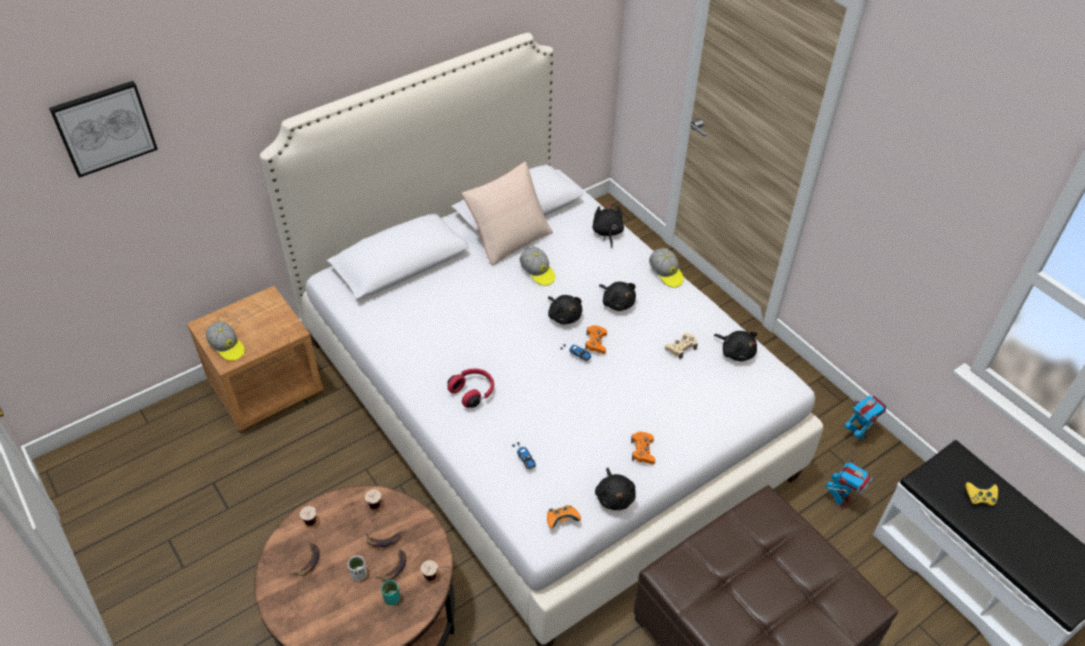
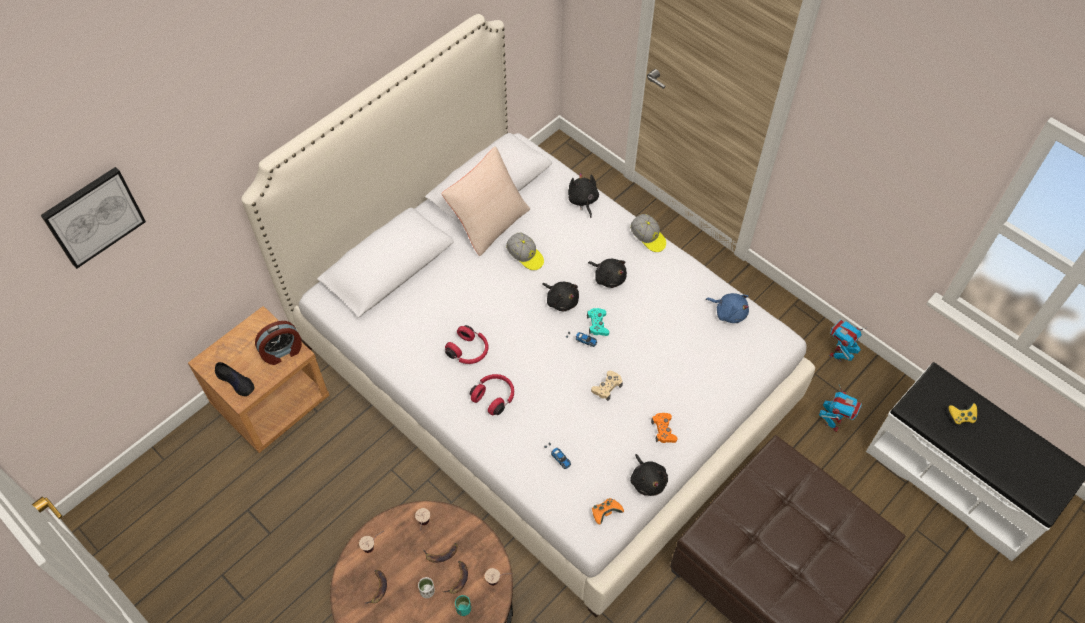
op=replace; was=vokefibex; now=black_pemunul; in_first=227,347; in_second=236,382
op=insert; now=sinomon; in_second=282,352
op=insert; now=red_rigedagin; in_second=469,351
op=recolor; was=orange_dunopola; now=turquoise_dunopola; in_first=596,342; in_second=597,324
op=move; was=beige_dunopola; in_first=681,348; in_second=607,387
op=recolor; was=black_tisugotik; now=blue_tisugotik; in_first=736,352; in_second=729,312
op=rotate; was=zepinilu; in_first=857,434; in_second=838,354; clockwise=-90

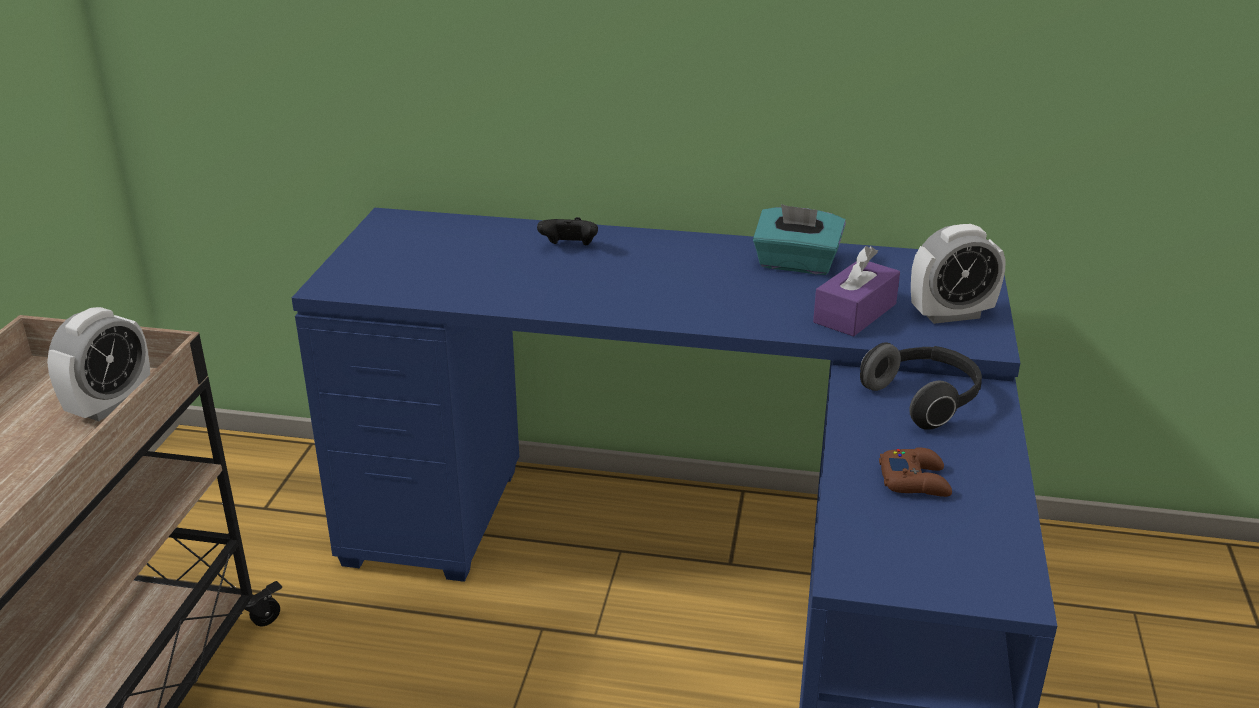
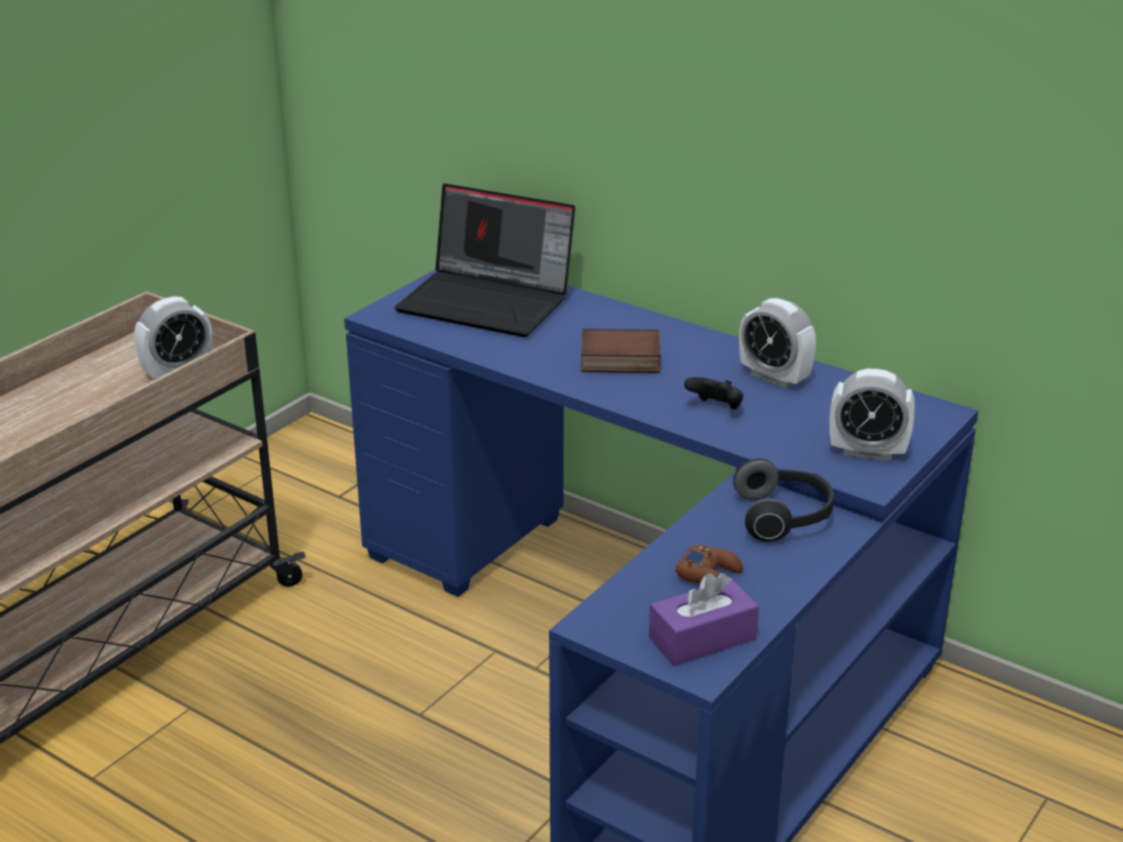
op=insert; now=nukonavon; in_second=489,302
op=insert; now=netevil; in_second=619,360
op=move; was=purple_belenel; in_first=855,313; in_second=702,638
op=move; was=black_dunopola; in_first=569,248; in_second=715,408
op=replace; was=turquoise_belenel; now=sinomon; in_first=796,264; in_second=774,377

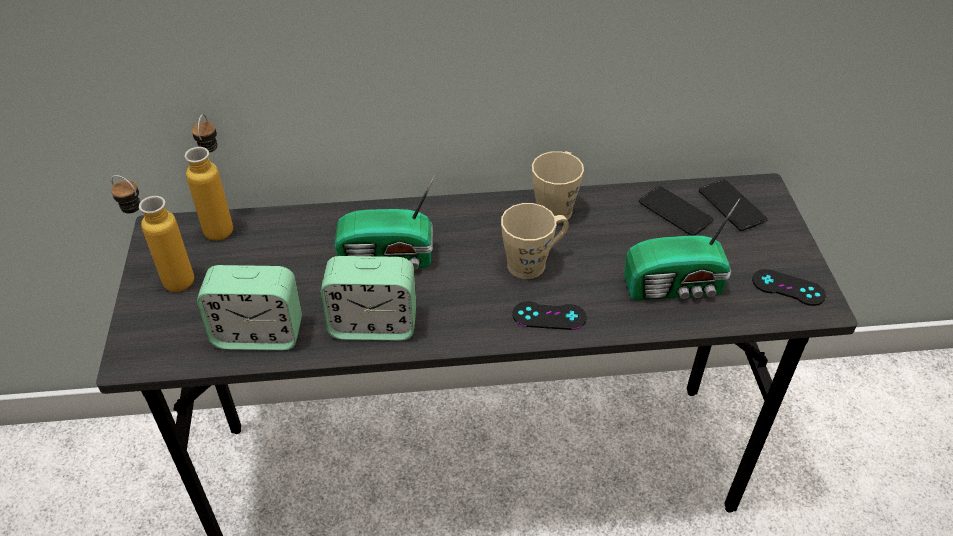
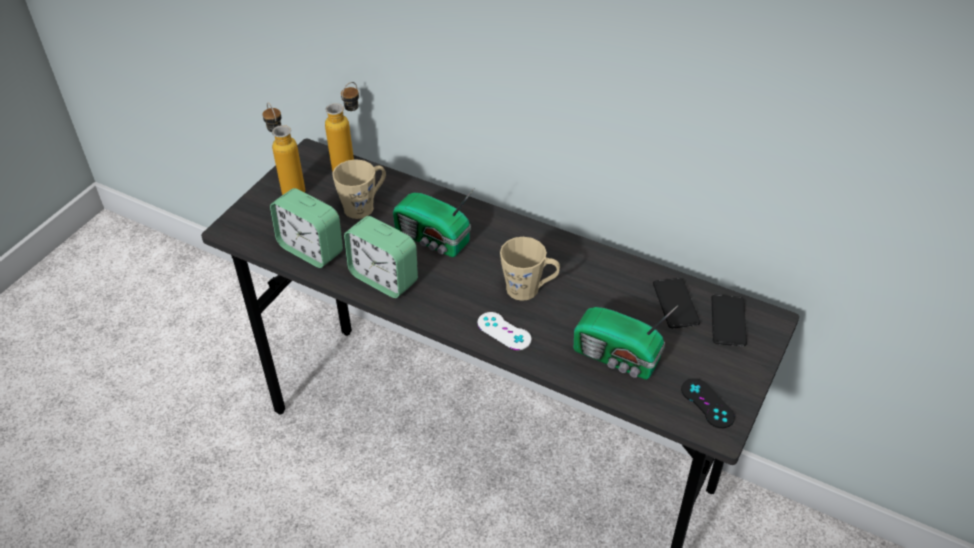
op=move; was=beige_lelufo; in_first=556,206; in_second=364,206
op=recolor; was=black_dunopola; now=white_dunopola; in_first=549,316; in_second=504,331

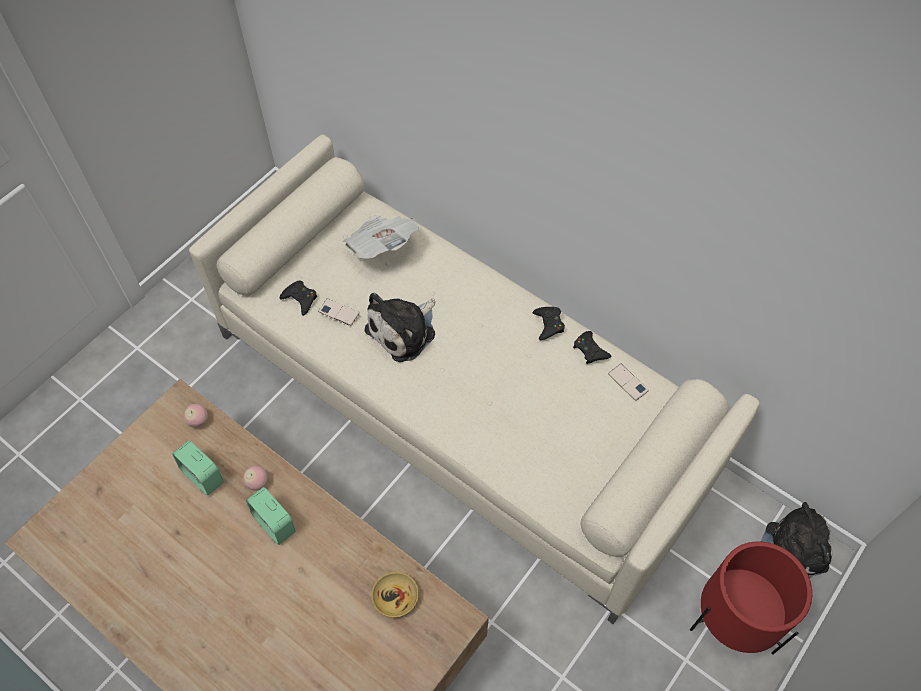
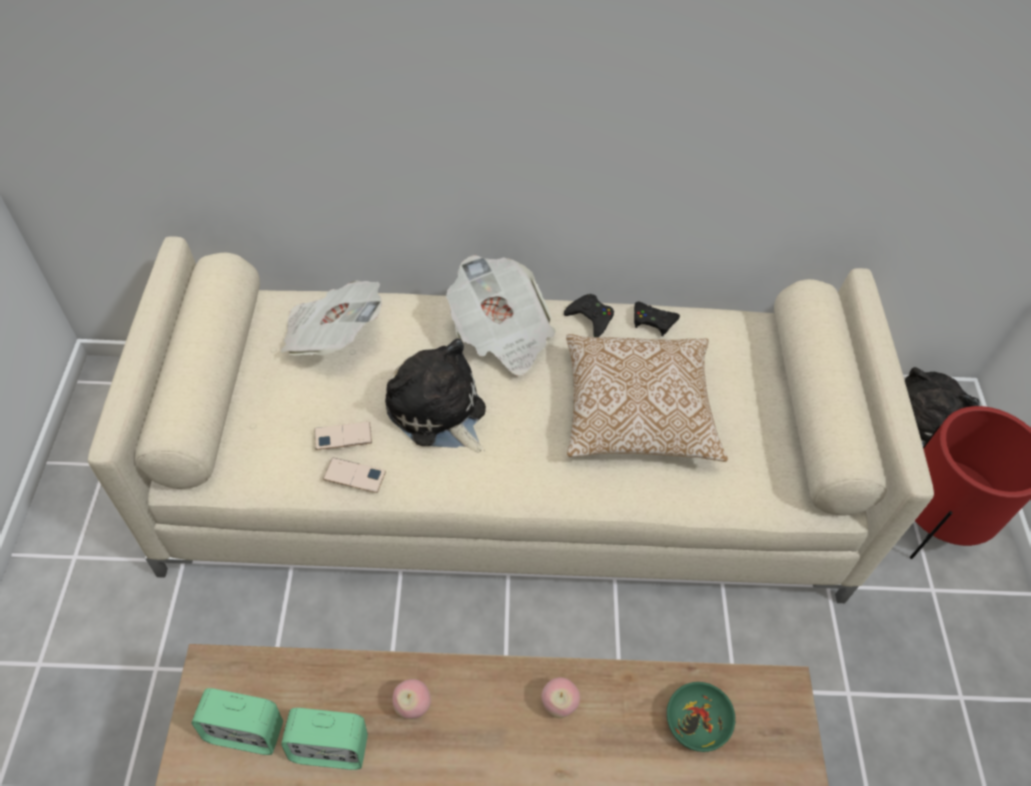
op=move; was=sinomon; in_first=274,523; in_second=245,732
op=move; was=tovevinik; in_first=628,382; in_second=354,475
op=rotate; was=tisugotik; in_first=404,330; in_second=438,413; clockwise=135
op=insert; now=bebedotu; in_second=501,334
op=move; was=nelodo; in_first=198,421; in_second=558,704
op=insert; now=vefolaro; in_second=637,413
op=recolor; was=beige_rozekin; now=green_rozekin; in_first=395,599; in_second=697,722
op=delete; was=black_dunopola; in_first=300,299

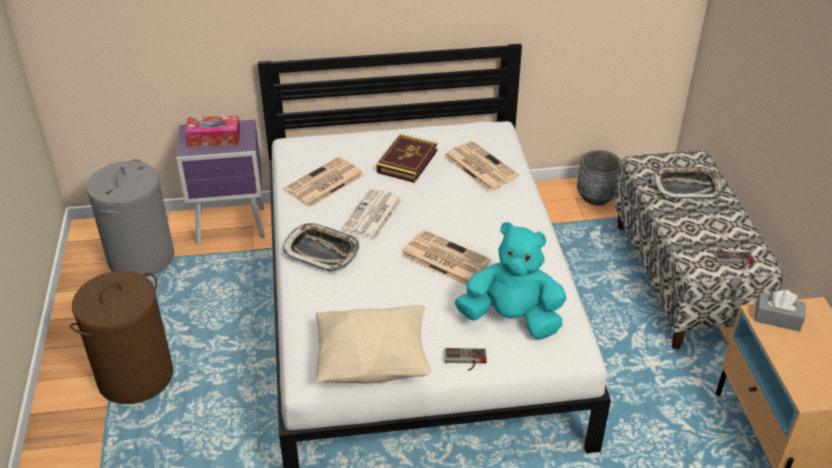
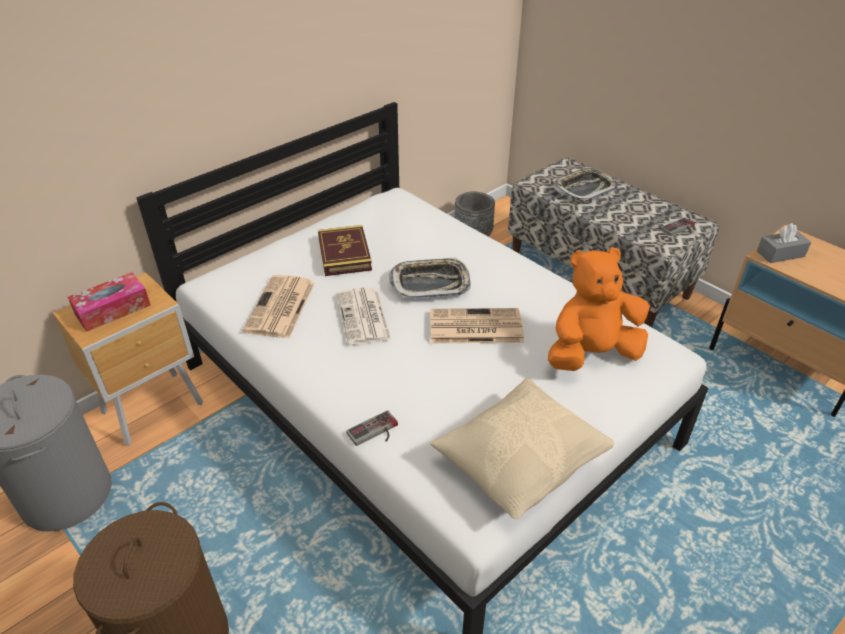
op=recolor; was=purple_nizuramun; now=brown_nizuramun; in_first=232,227; in_second=155,408
op=move; was=dunopola; in_first=465,360; in_second=375,433
op=move; was=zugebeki; in_first=322,251; in_second=430,283
op=recolor; was=turquoise_tisugotik; now=orange_tisugotik; in_first=511,319; in_second=591,354
op=delete; was=bebedotu; in_first=479,166

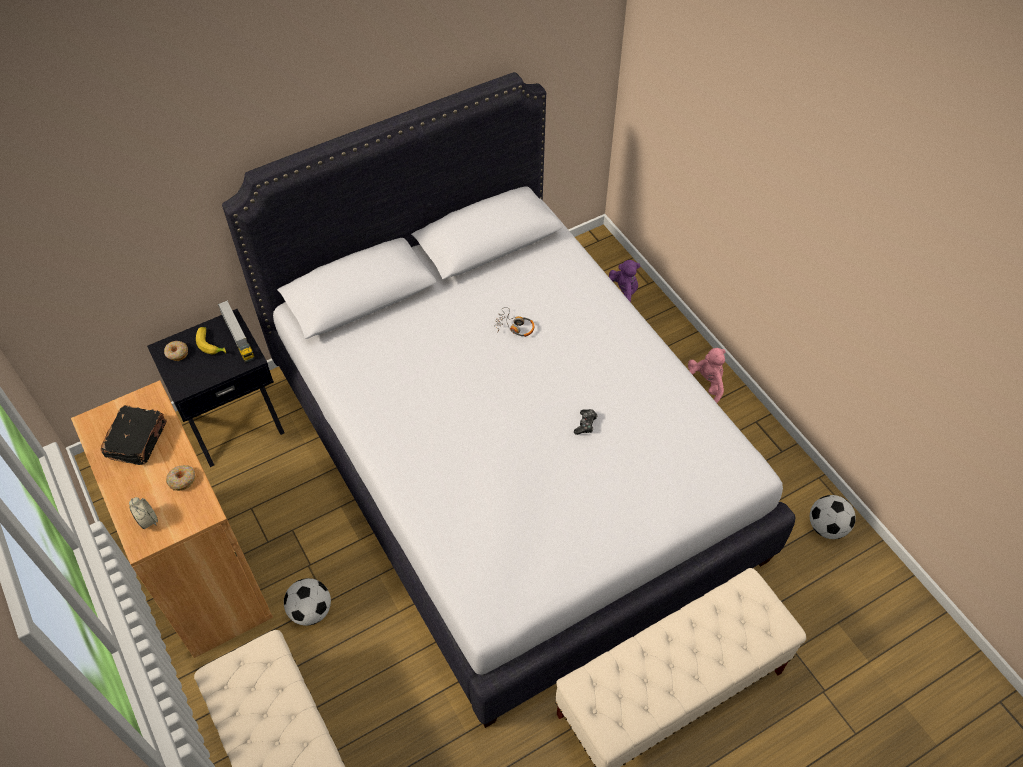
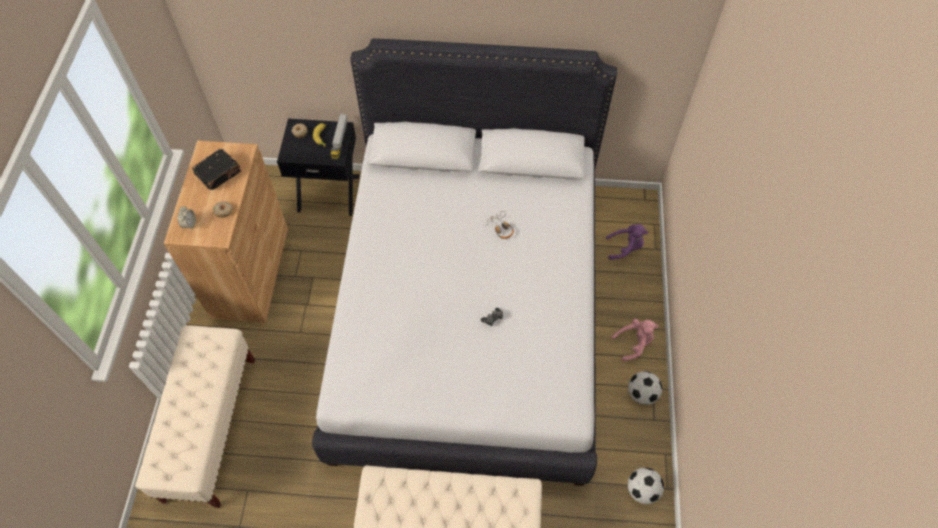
op=move; was=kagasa; in_first=310,611; in_second=641,394

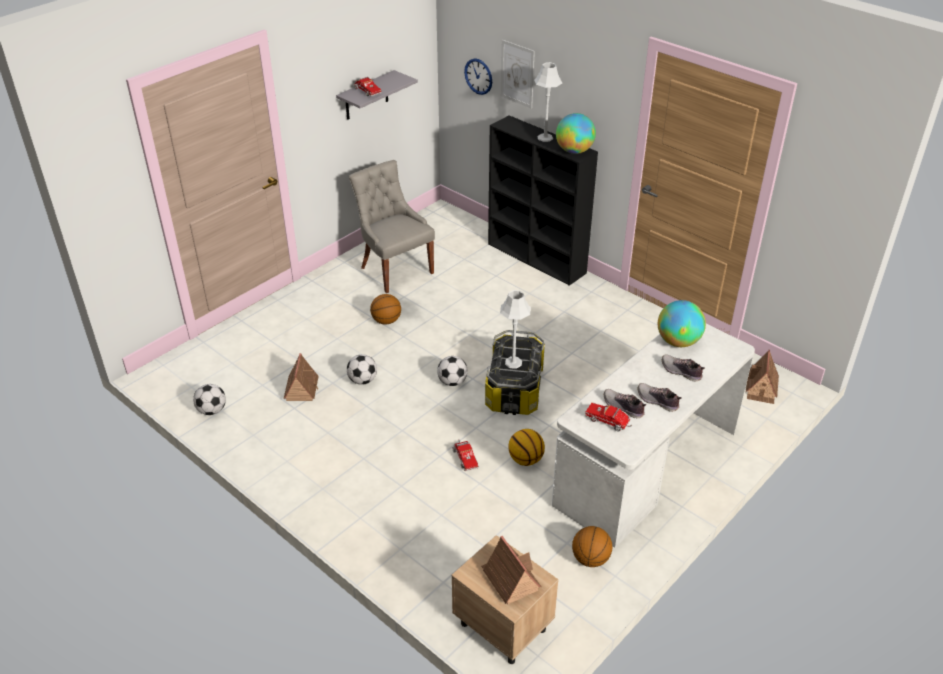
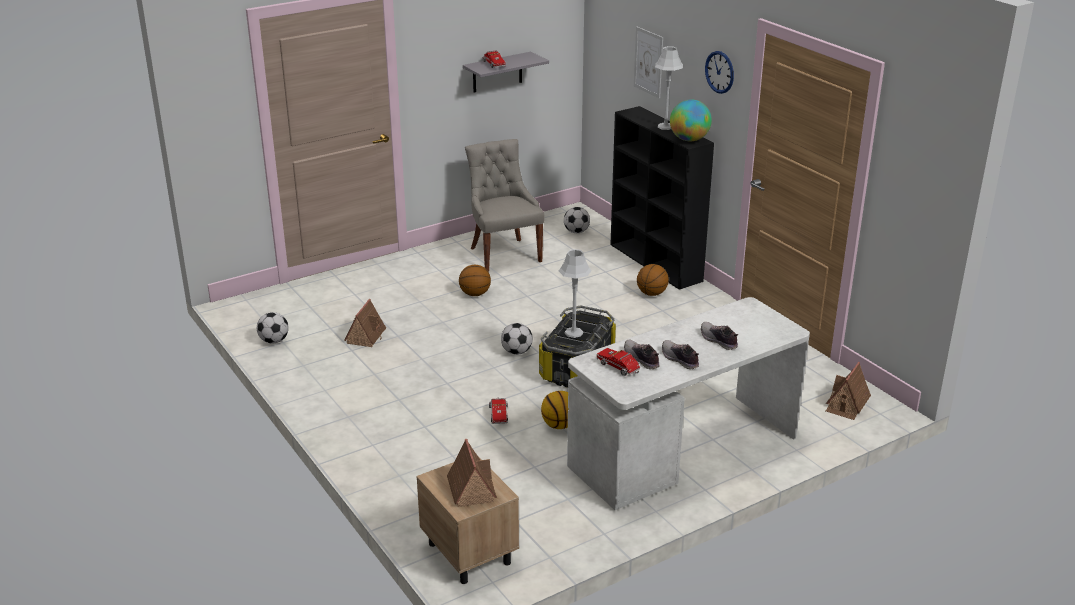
op=move; was=kagasa; in_first=362,380; in_second=576,232
op=move; was=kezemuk; in_first=590,559; in_second=652,293
op=move; was=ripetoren; in_first=478,76; in_second=719,72
op=delete; was=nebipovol; in_first=678,341

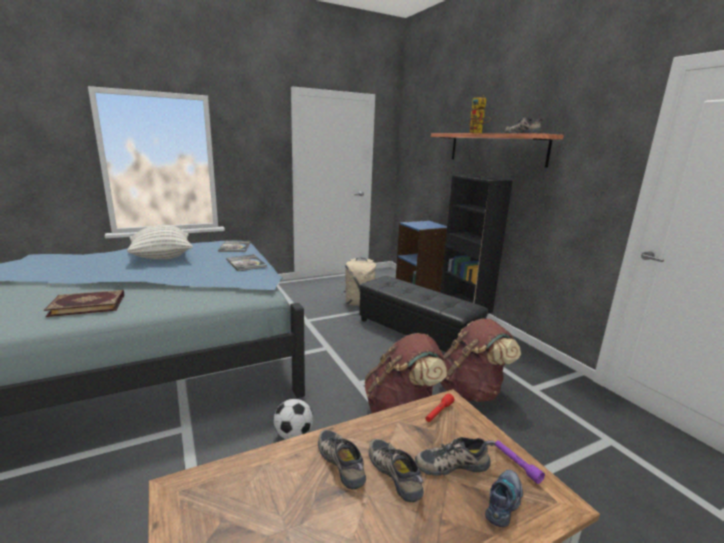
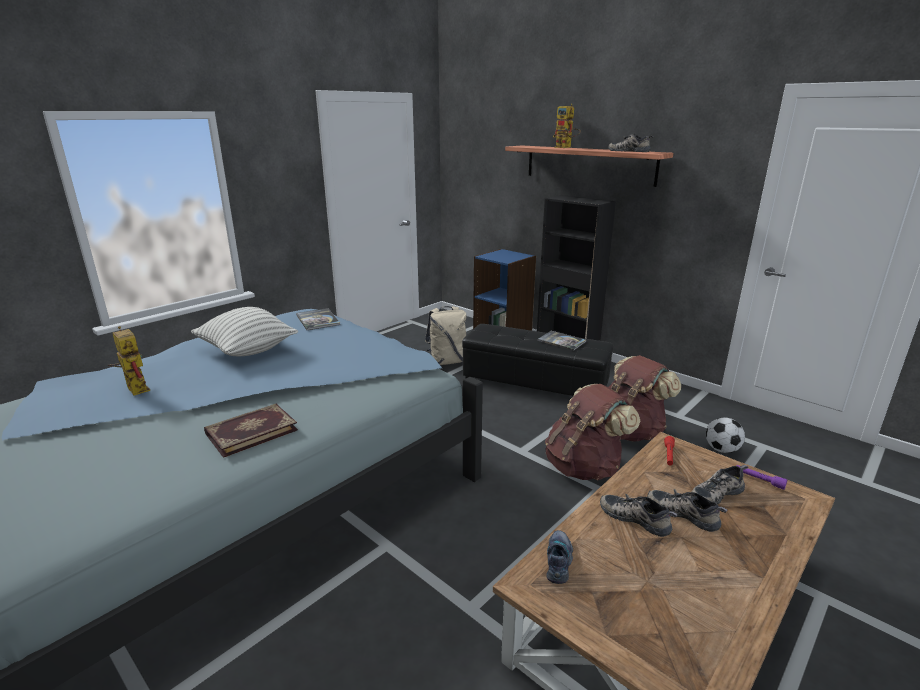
op=insert; now=zepinilu; in_second=134,388
op=move; was=netevil; in_first=246,263; in_second=561,341
op=move; was=pemunul; in_first=504,502; in_second=559,561
op=move; was=kagasa; in_first=293,435; in_second=721,450

